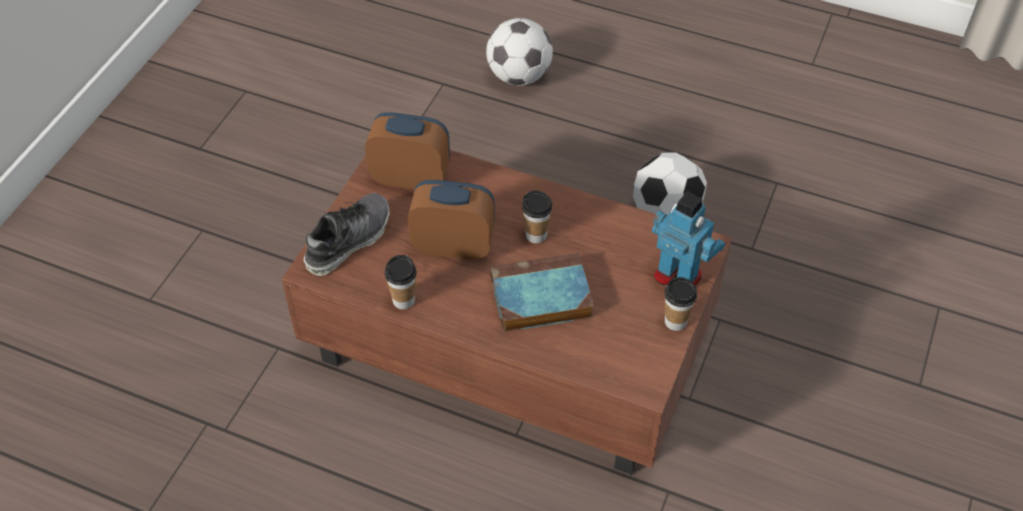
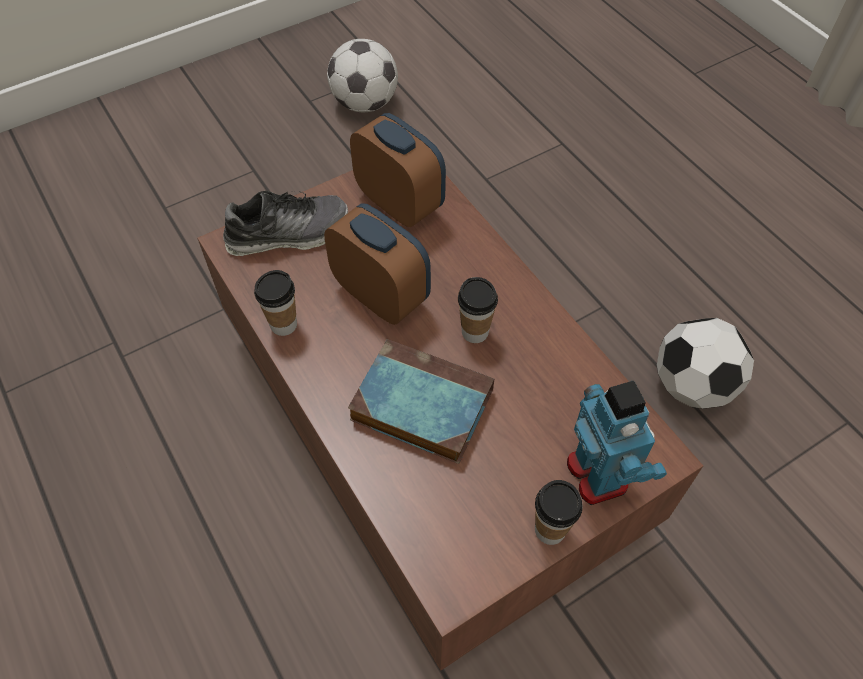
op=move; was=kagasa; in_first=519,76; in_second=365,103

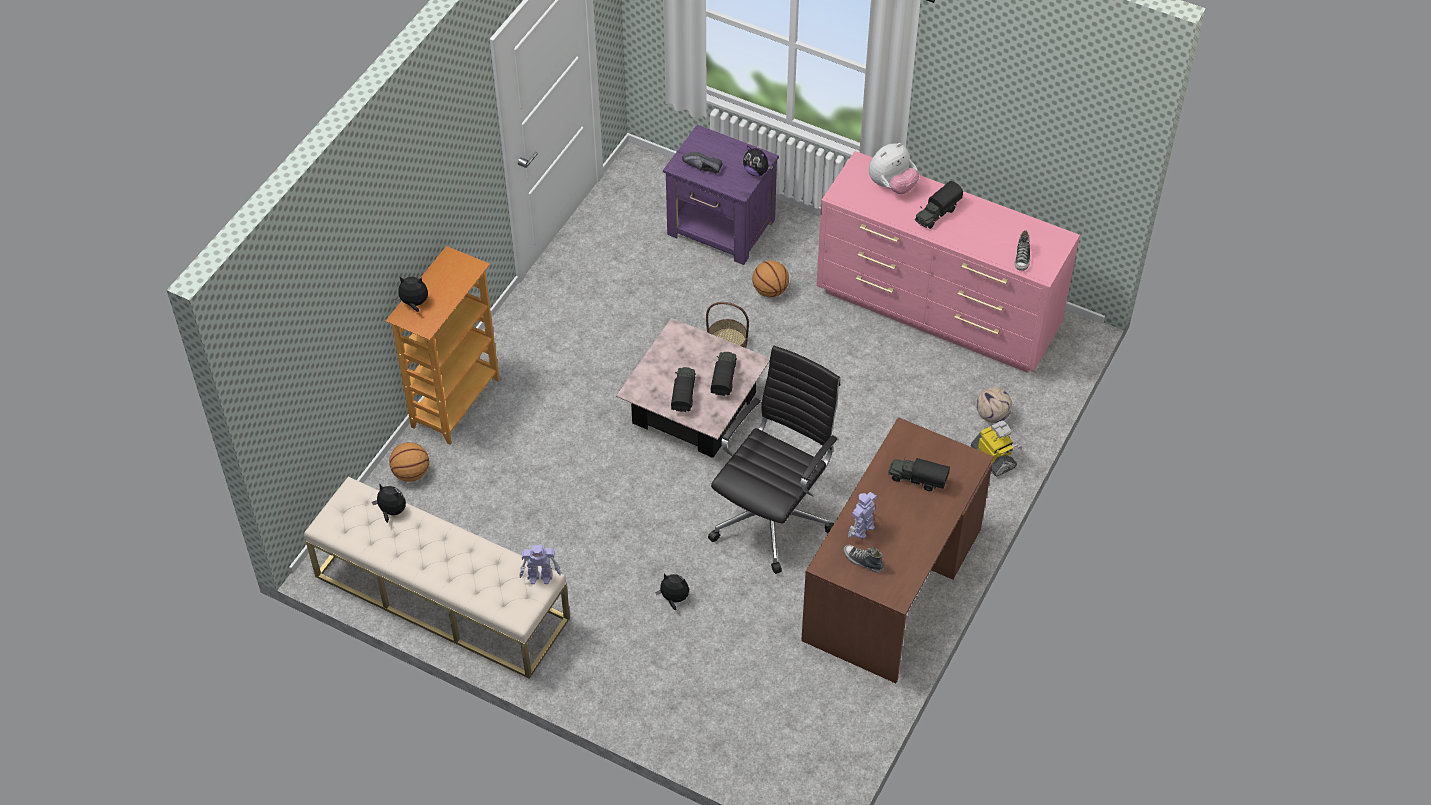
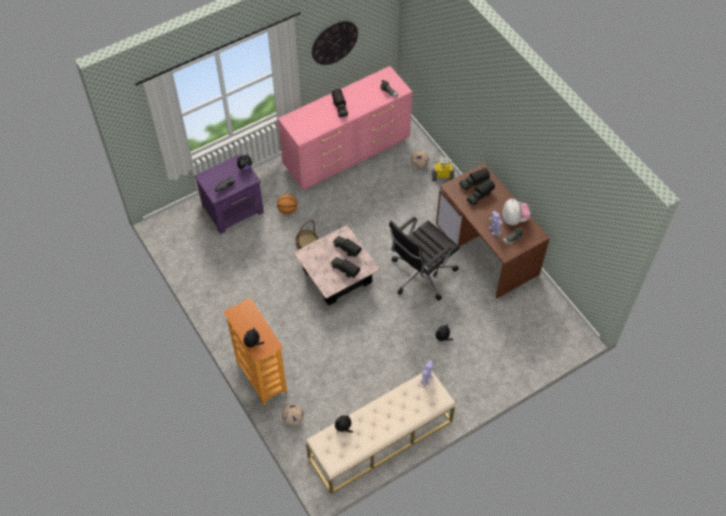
op=replace; was=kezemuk; now=kagasa; in_first=411,473; in_second=293,418
op=insert; now=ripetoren; in_second=334,42
op=rotate; was=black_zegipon; in_first=773,515; in_second=420,275; clockwise=-105
op=insert; now=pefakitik; in_second=473,183
op=move; was=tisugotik; in_first=892,185; in_second=514,219

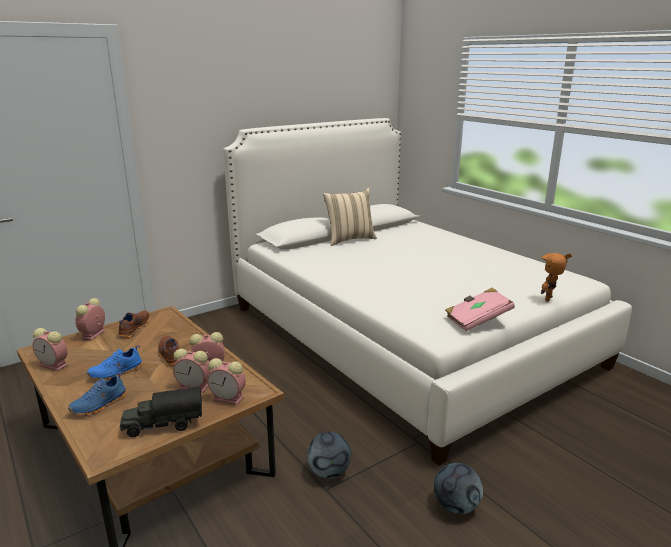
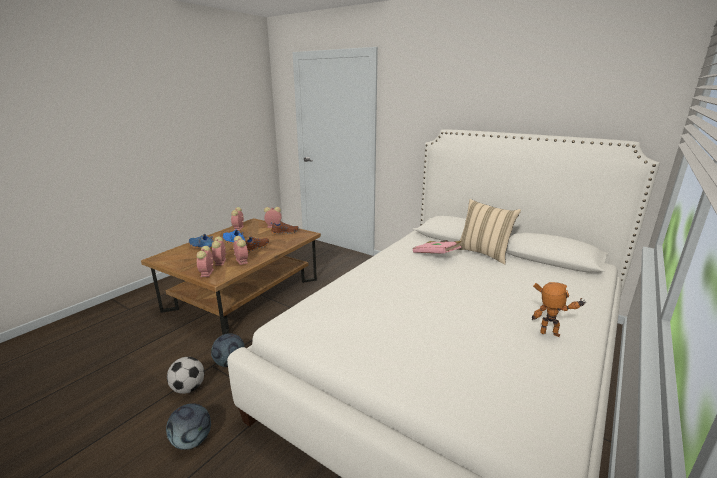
op=insert; now=kagasa; in_second=189,388
op=move; was=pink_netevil; in_first=477,320; in_second=436,255
op=move; was=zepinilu; in_first=551,299; in_second=550,336
op=delete; was=pefakitik; in_first=163,425

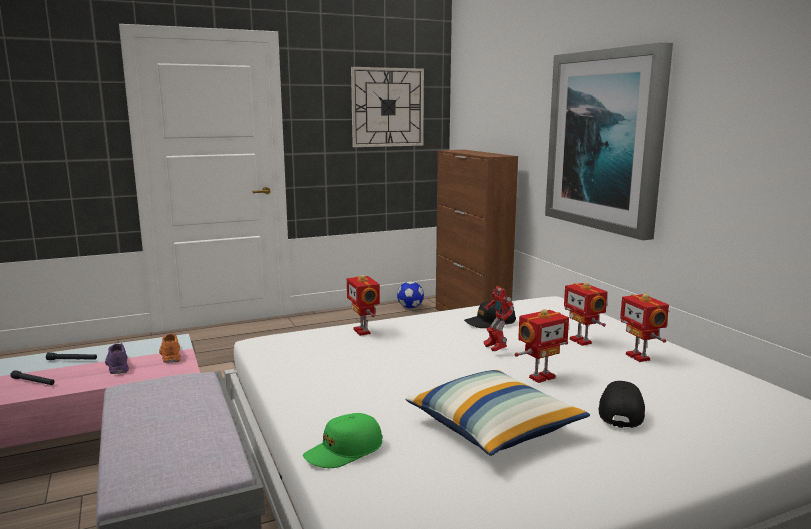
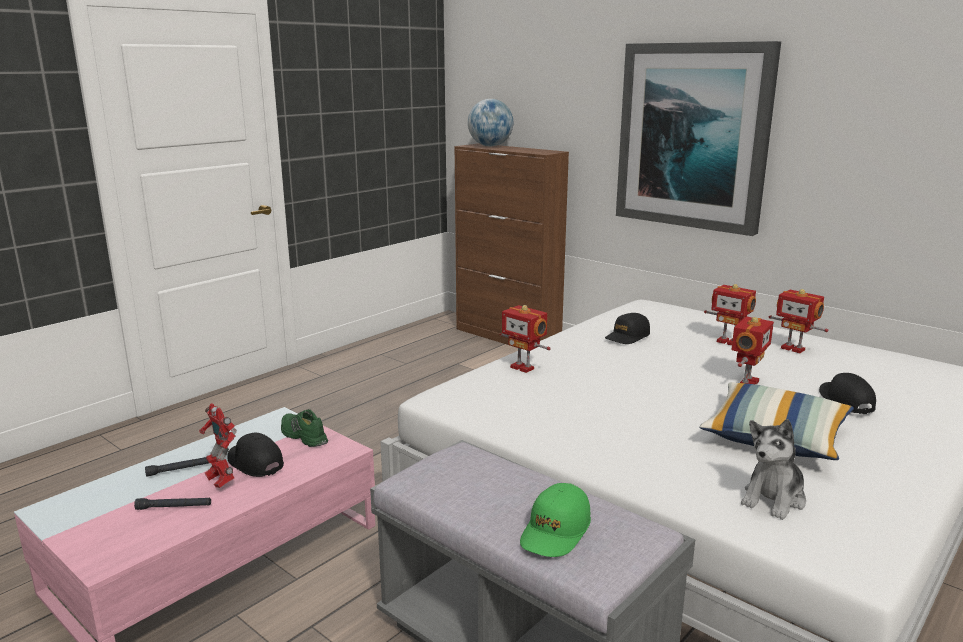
op=move; was=zepinilu; in_first=495,349; in_second=220,481
op=replace; was=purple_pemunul; now=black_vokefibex; in_first=117,365; in_second=255,462
op=recolor; was=orange_pemunul; now=green_pemunul; in_first=170,354; in_second=302,436
op=insert; now=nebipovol; in_second=490,146
op=move; was=green_vokefibex; in_first=344,451; in_second=555,531
op=insert; now=tisugotik; in_second=774,499
op=delete; was=ripetoren; in_first=387,107
op=delete; was=kagasa; in_first=410,307

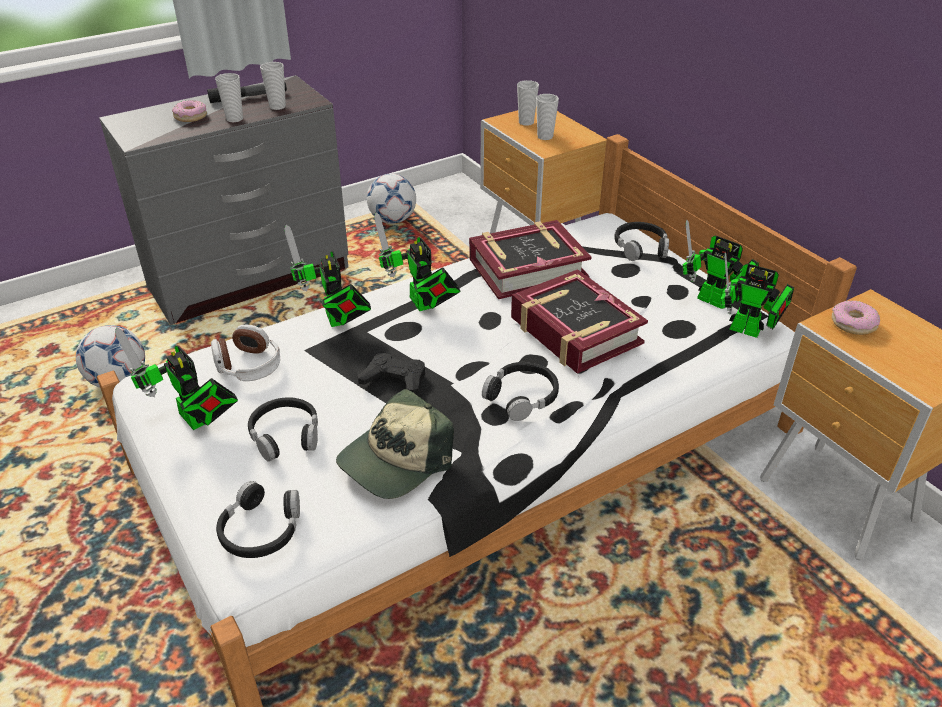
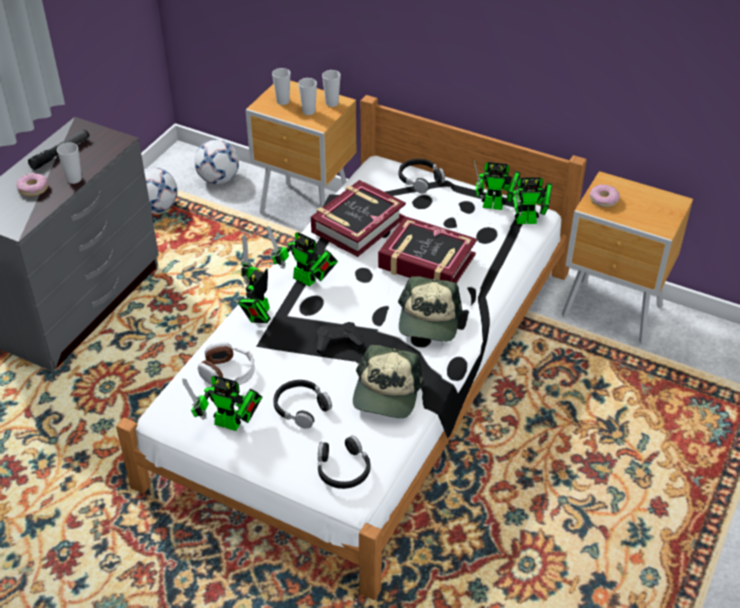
op=move; was=kagasa; in_first=119,381; in_second=218,179
op=rotate; was=zepinilu; in_first=336,320; in_second=257,316; clockwise=75
op=move; was=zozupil; in_first=277,106; in_second=332,103
op=replace; was=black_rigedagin; now=vokefibex; in_first=522,396; in_second=429,321

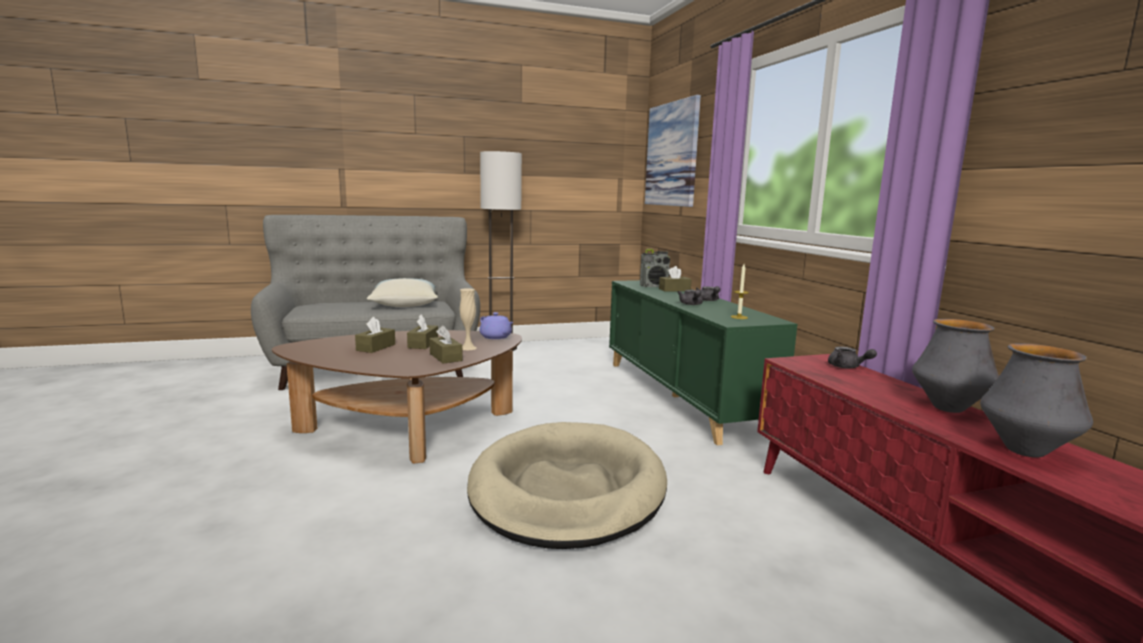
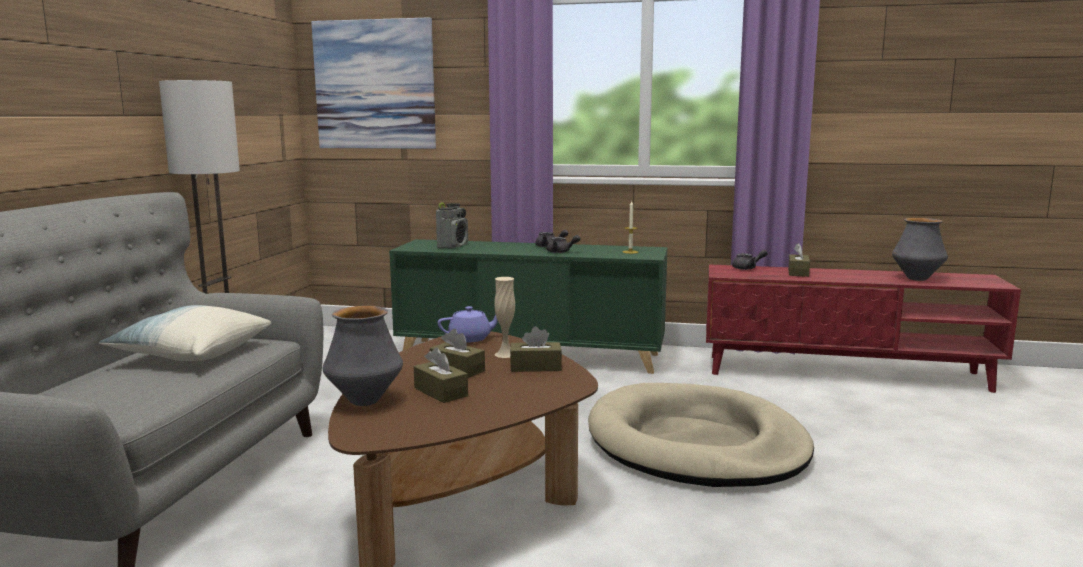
op=move; was=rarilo; in_first=948,408; in_second=364,401
op=move; was=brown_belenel; in_first=674,290; in_second=798,272

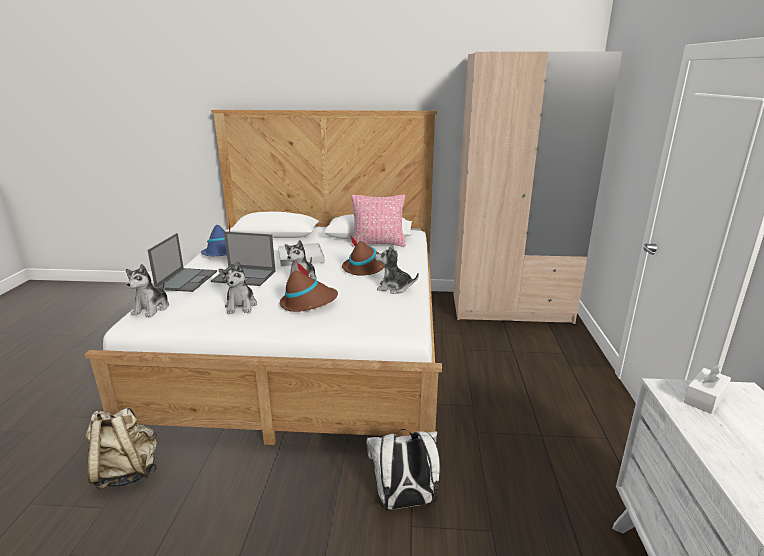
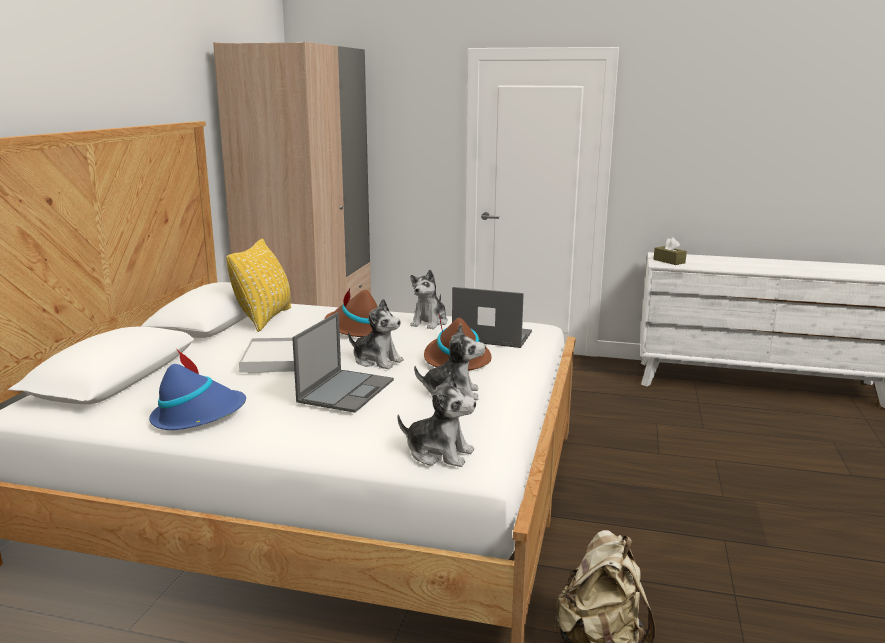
op=recolor; was=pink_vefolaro; now=yellow_vefolaro; in_first=378,244; in_second=264,319
op=move; was=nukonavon; in_first=187,280; in_second=491,336
op=recolor; was=white_belenel; now=brown_belenel; in_first=704,398; in_second=669,261
op=delete; was=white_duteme; in_first=404,502

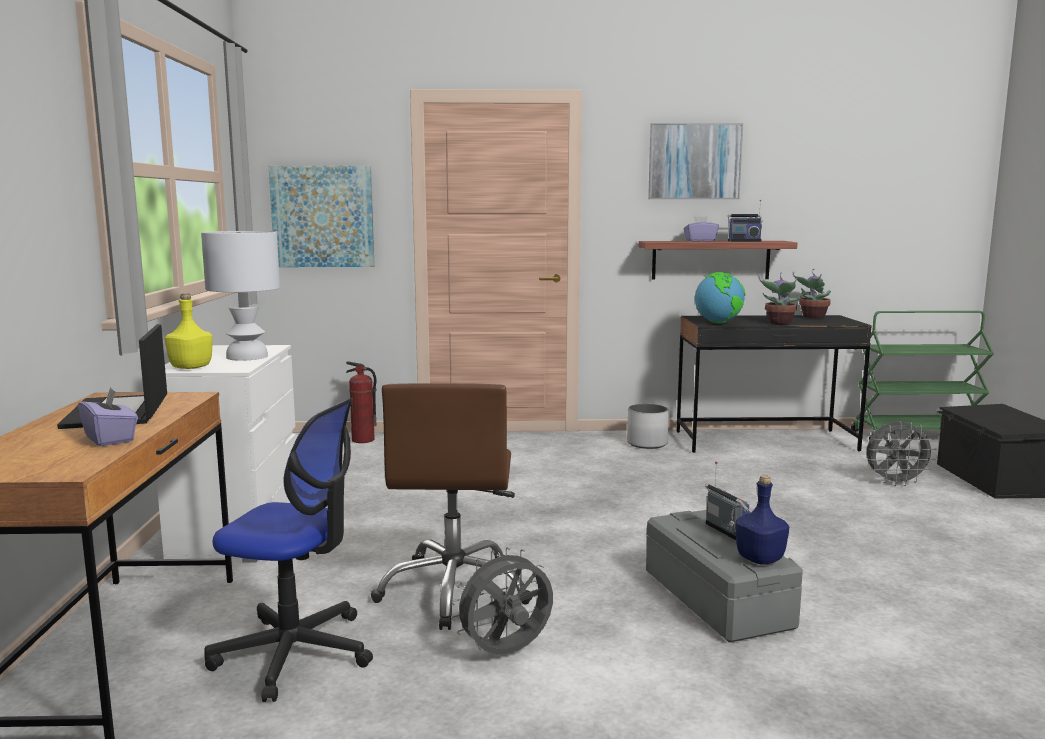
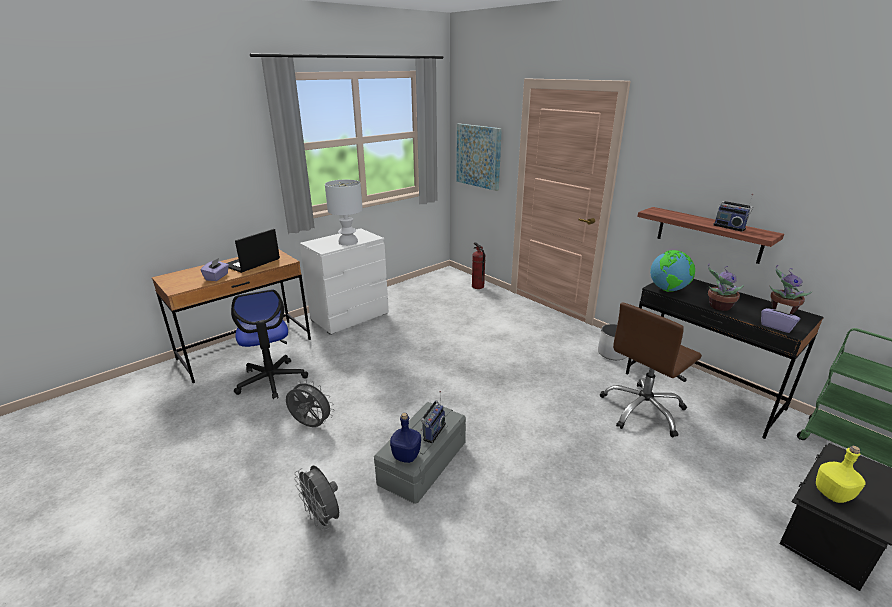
op=move; was=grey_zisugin; in_first=895,483; in_second=322,518
op=move; was=brown_zegipon; in_first=454,590; in_second=643,410
op=move; was=purple_belenel; in_first=700,241; in_second=777,326
op=move; was=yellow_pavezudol; in_first=190,367; in_second=832,494
op=delete; was=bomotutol; in_first=694,161

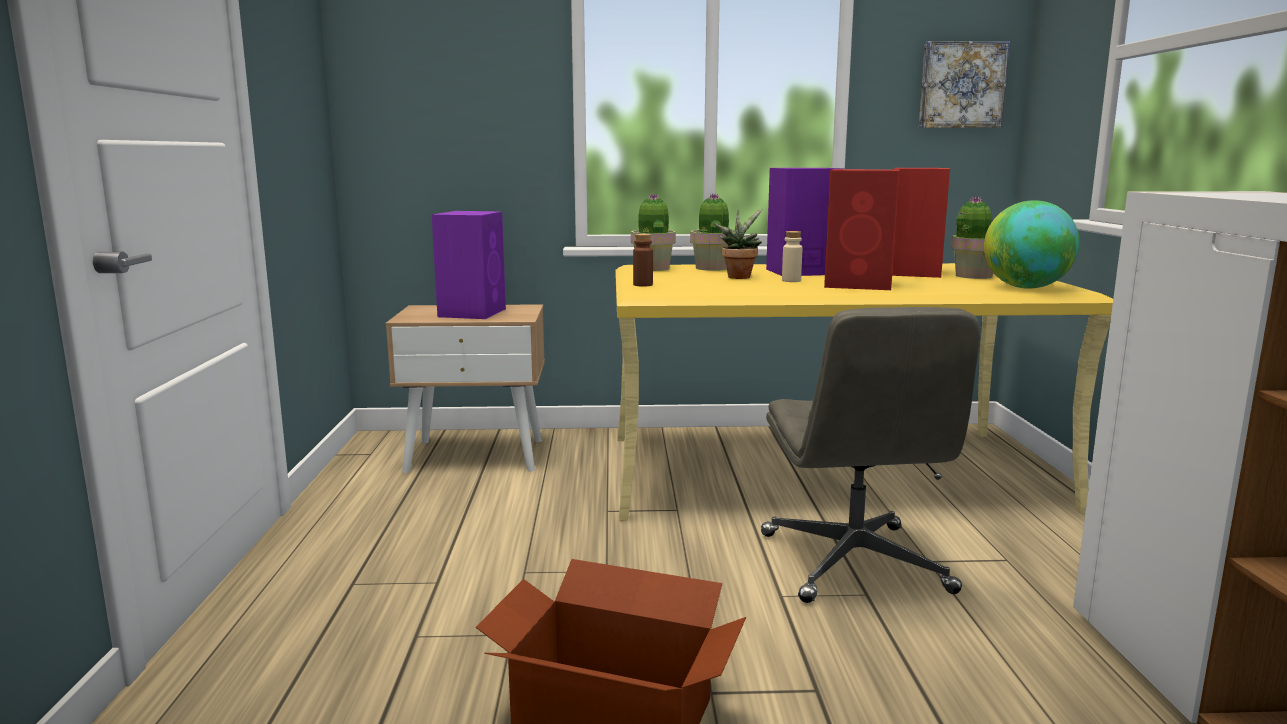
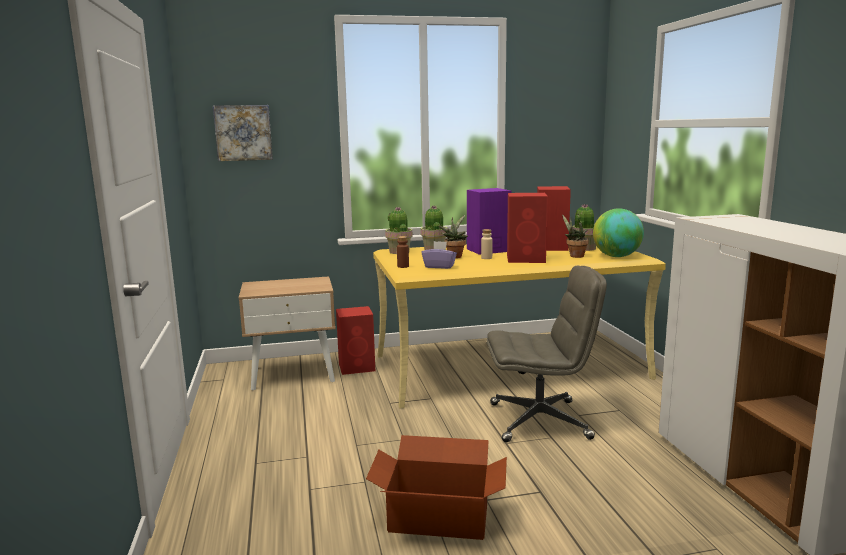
op=move; was=bomotutol; in_first=961,85; in_second=243,133
op=insert; now=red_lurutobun; in_second=358,367
op=insert; now=purple_belenel; in_second=439,266
op=rotate; was=grey_zegipon; in_first=855,564; in_second=540,420; clockwise=-75
op=insert; now=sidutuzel; in_second=574,256
op=delete; was=purple_lurutobun; in_first=473,312

